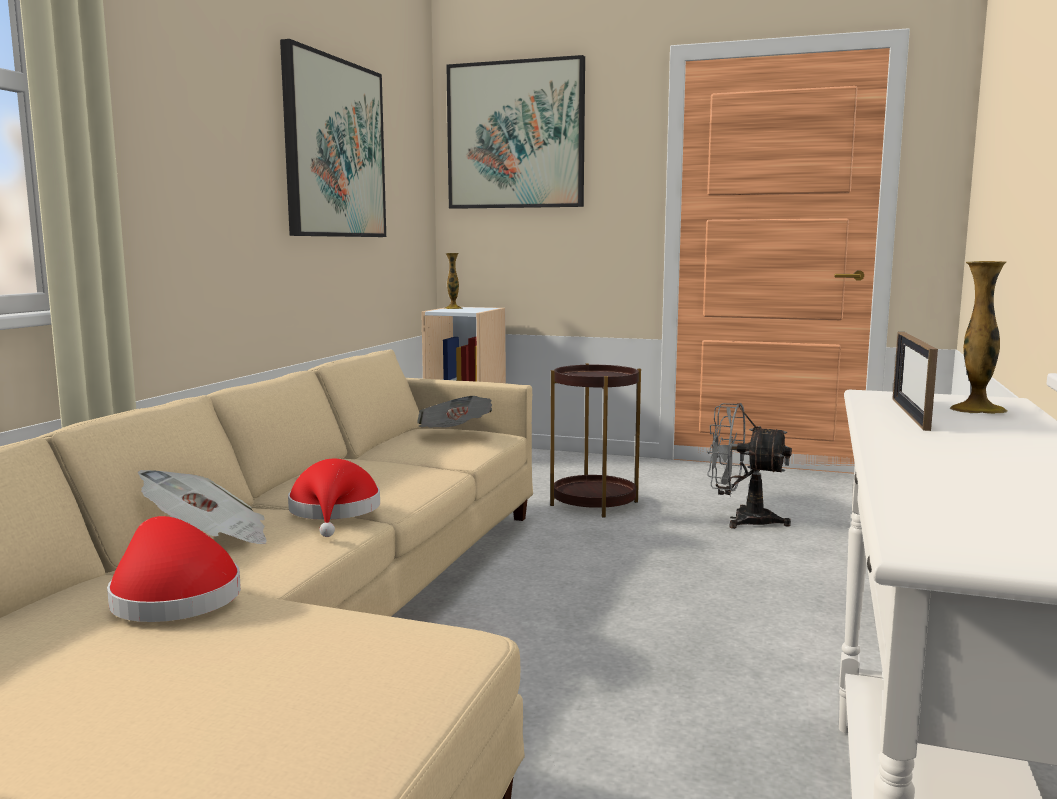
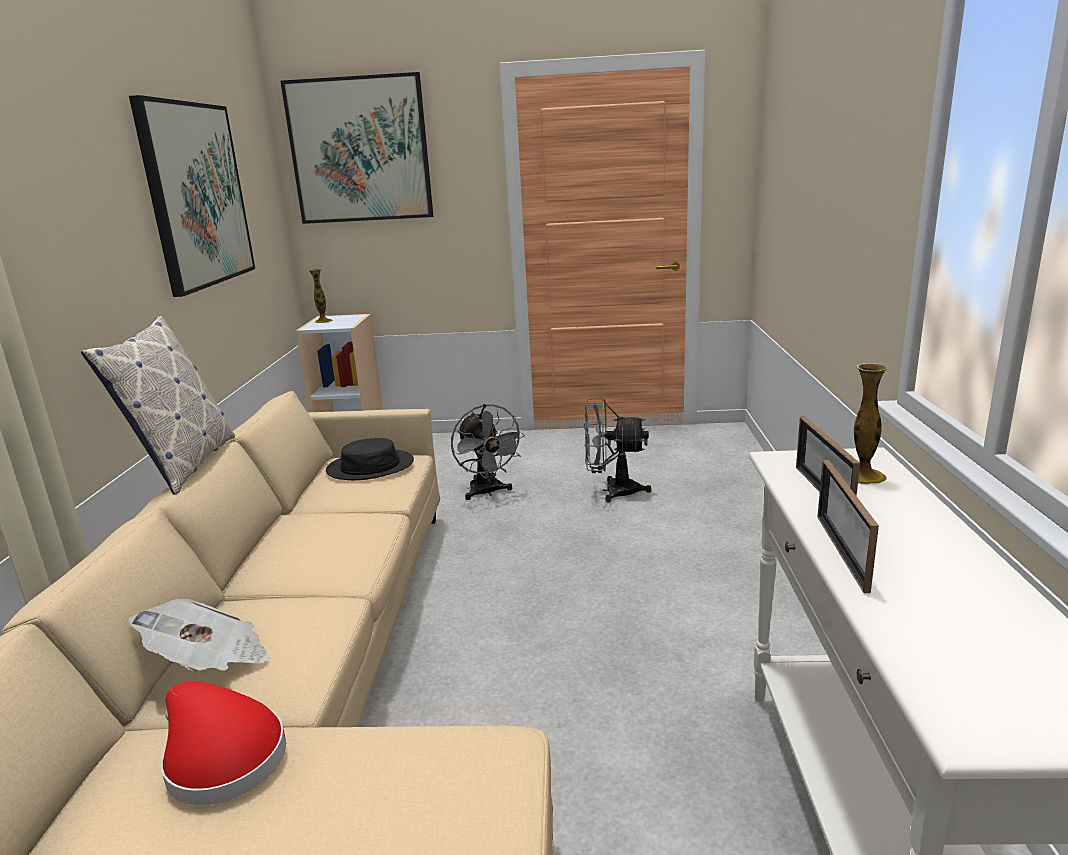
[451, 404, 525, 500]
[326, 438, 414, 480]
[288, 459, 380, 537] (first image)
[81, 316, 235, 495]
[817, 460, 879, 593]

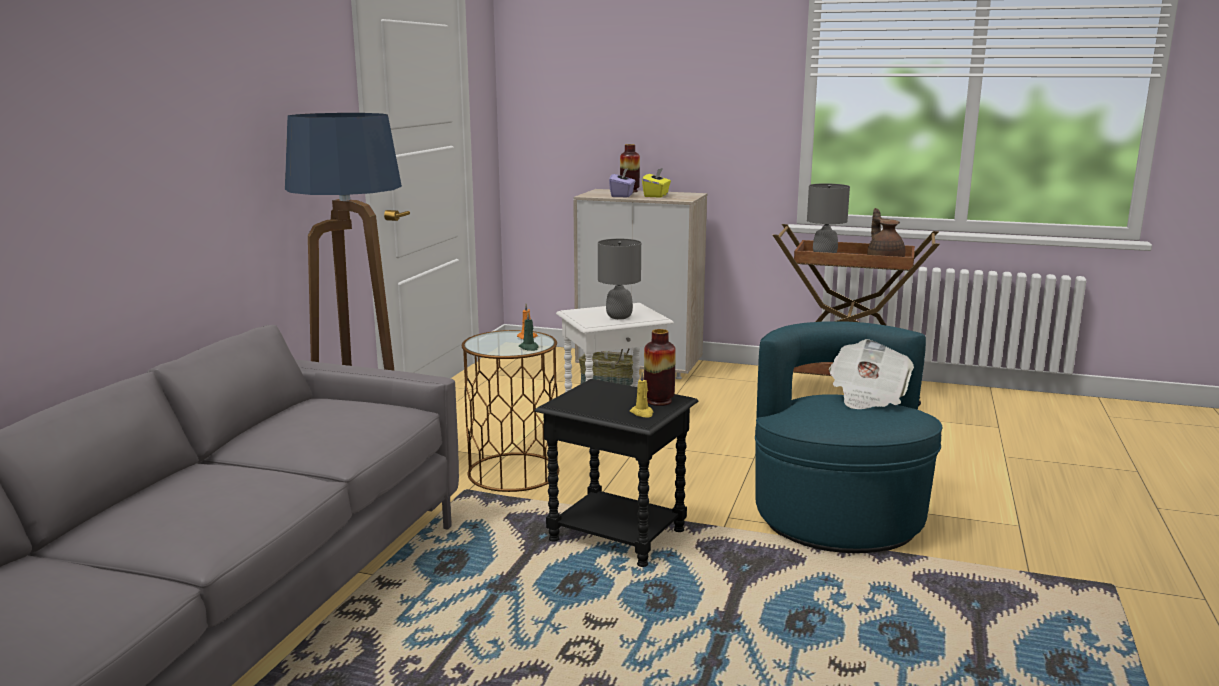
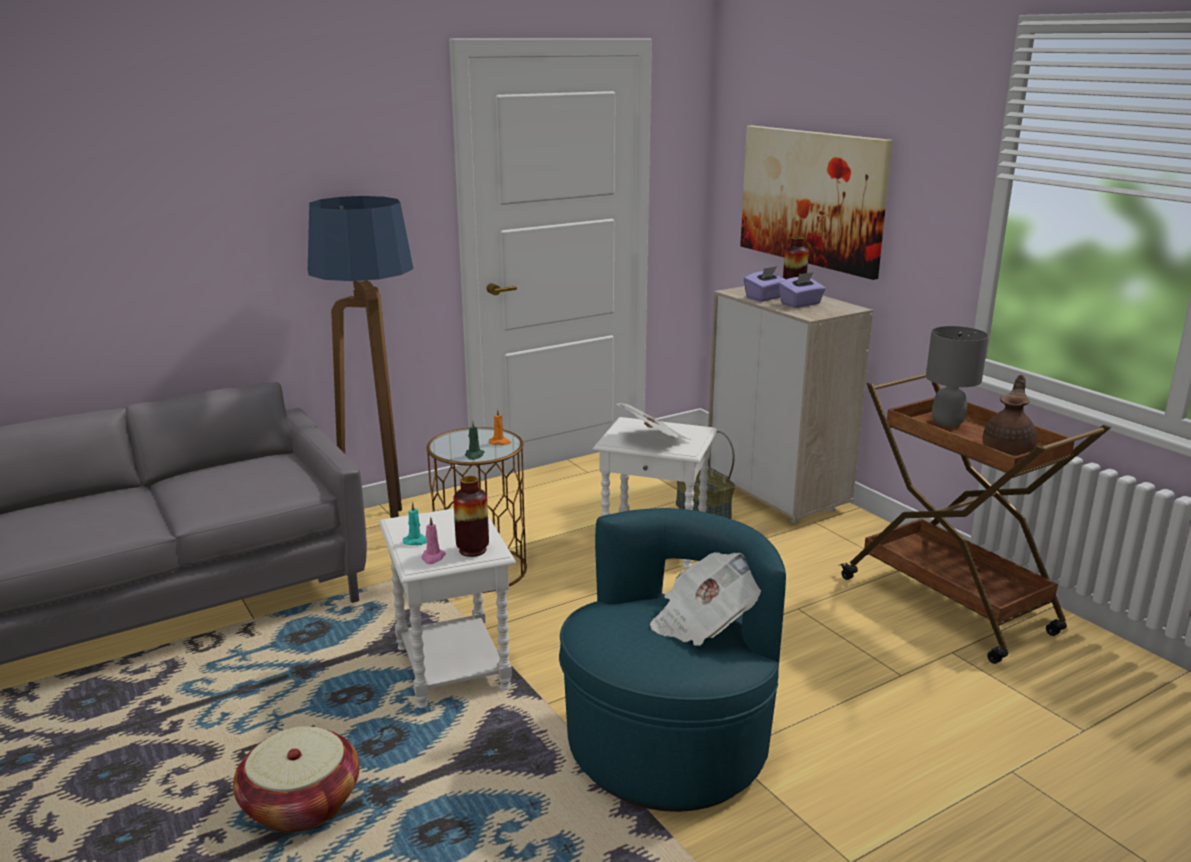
[778, 272, 826, 308]
[616, 403, 692, 440]
[422, 517, 446, 564]
[379, 508, 516, 708]
[740, 125, 893, 280]
[403, 502, 427, 545]
[233, 726, 360, 833]

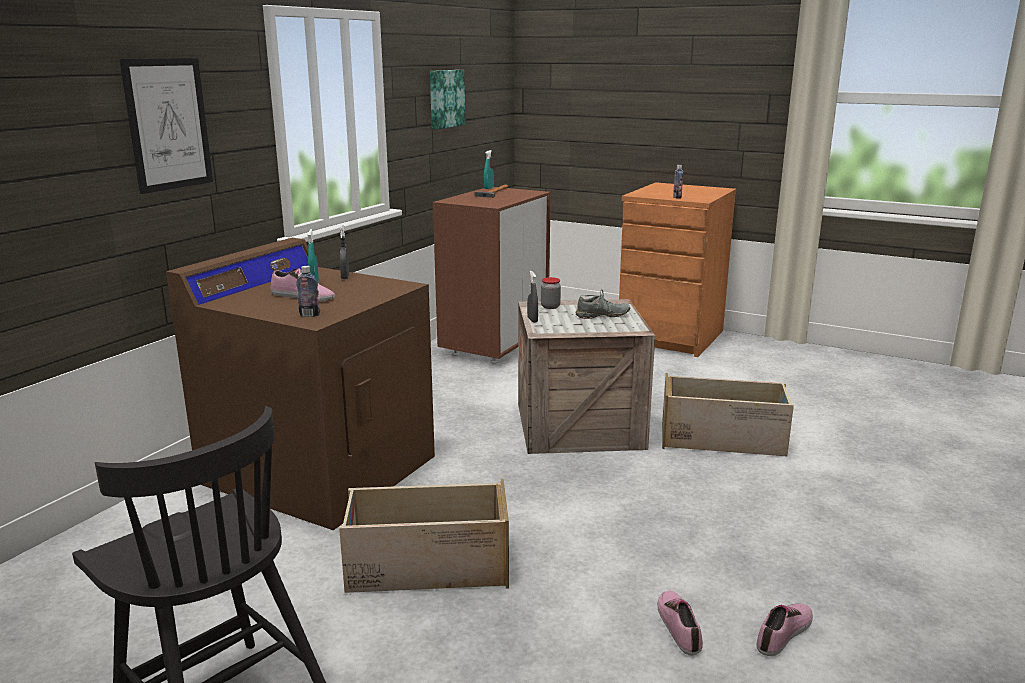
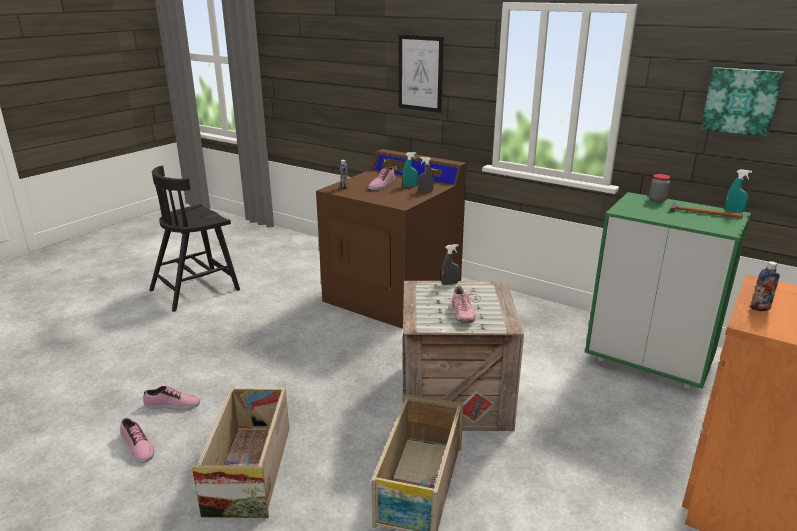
[585, 192, 751, 389]
[649, 174, 671, 202]
[443, 285, 481, 323]
[192, 387, 289, 518]

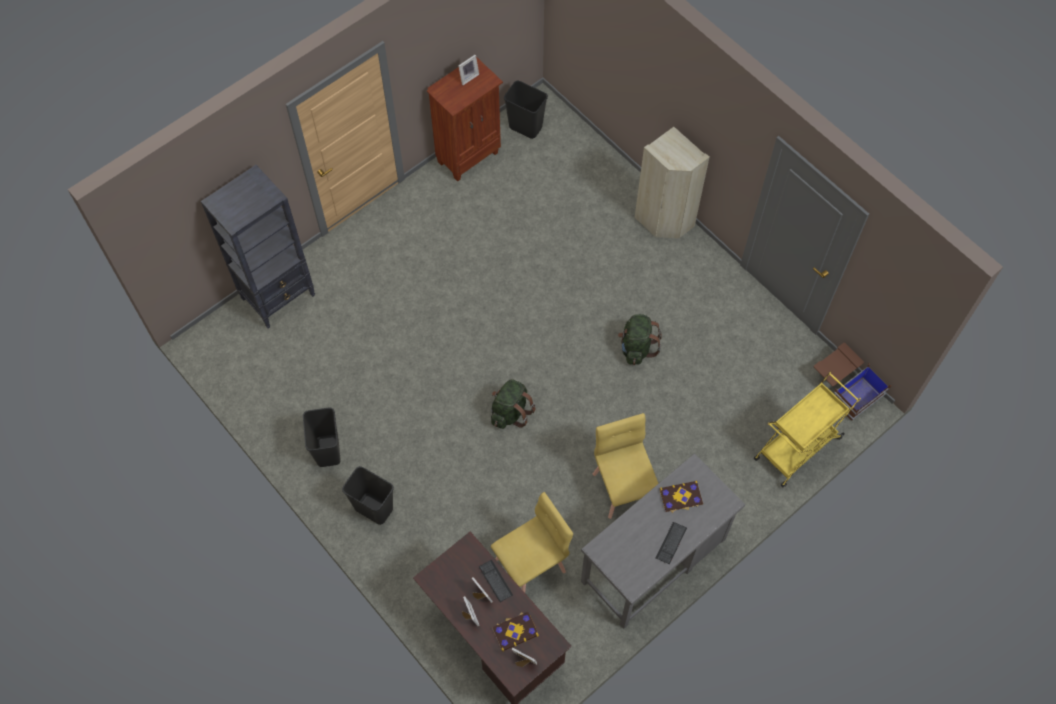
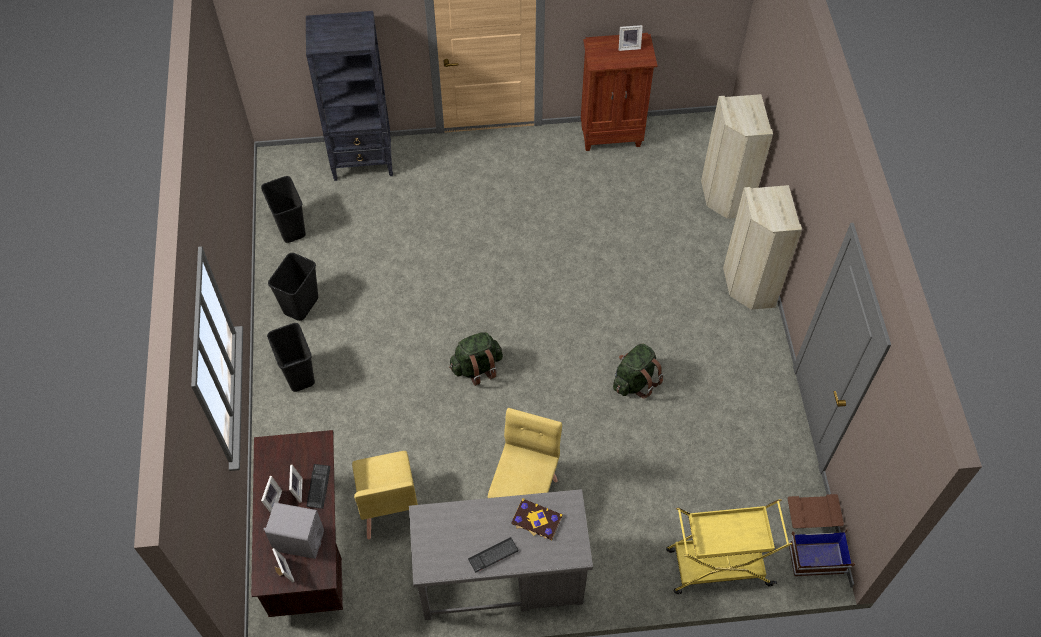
[261, 176, 306, 243]
[352, 451, 418, 540]
[263, 502, 324, 559]
[701, 94, 773, 219]

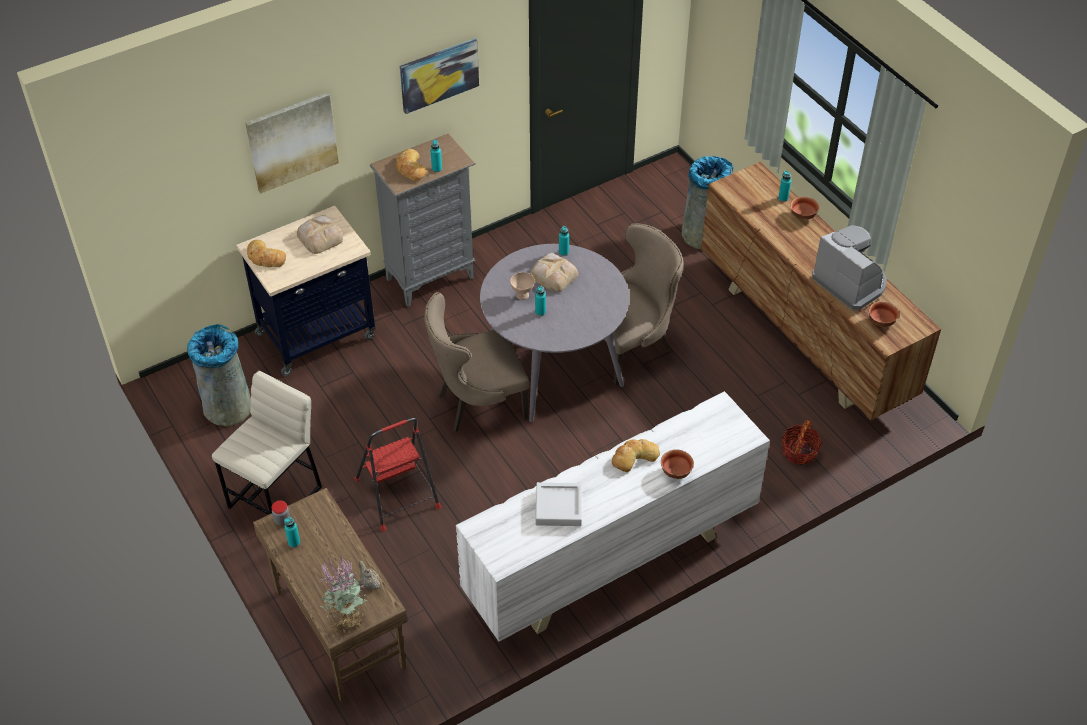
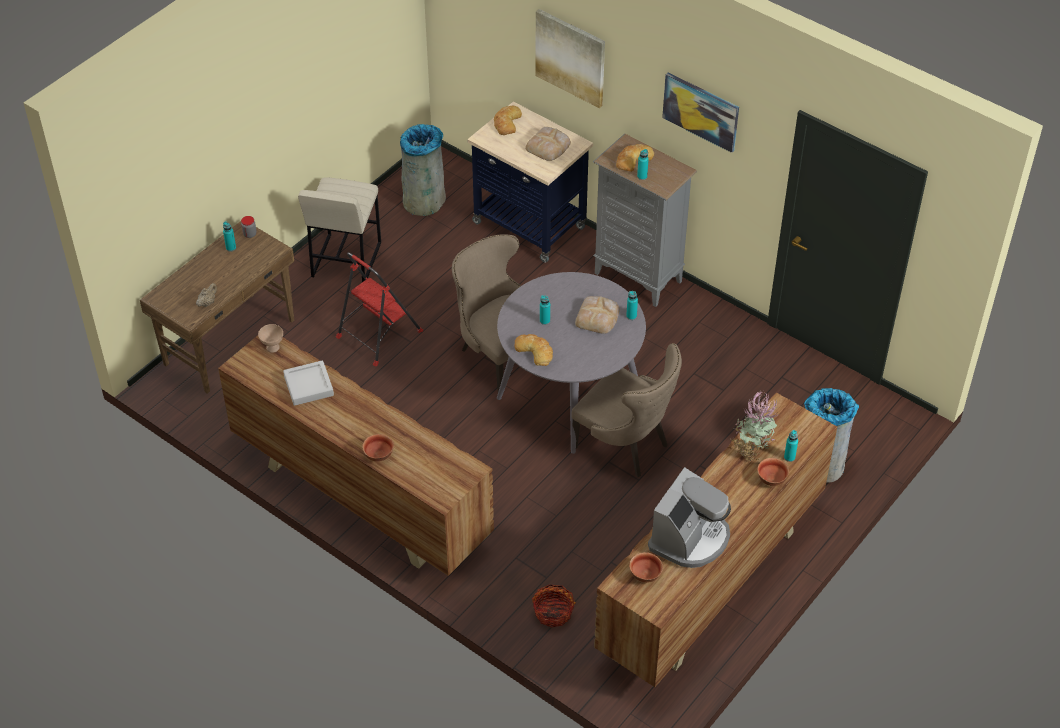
[258, 324, 283, 353]
[298, 177, 381, 282]
[218, 335, 494, 576]
[514, 334, 553, 366]
[732, 390, 779, 462]

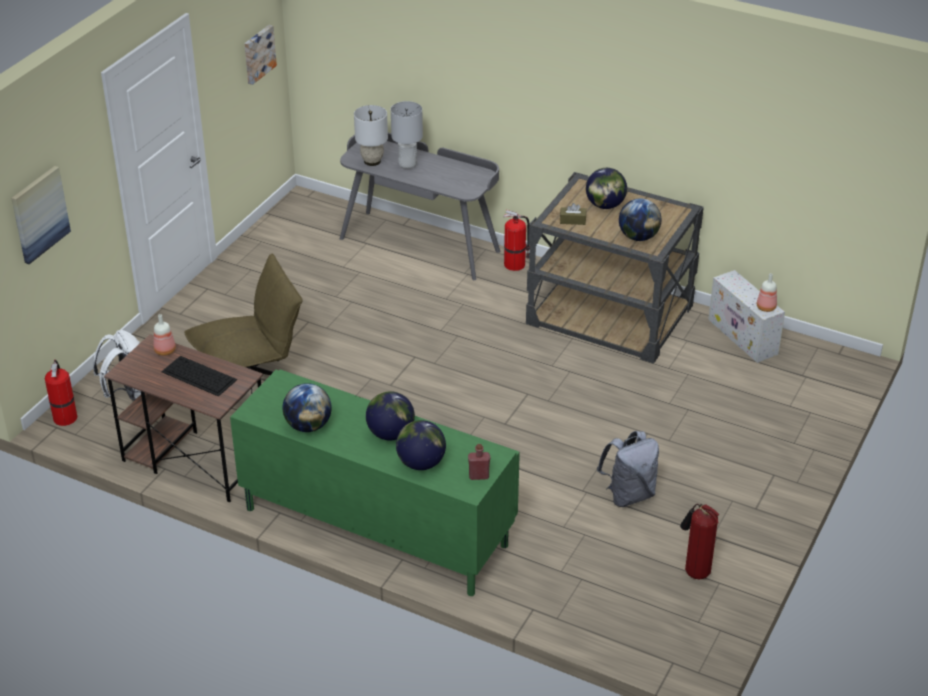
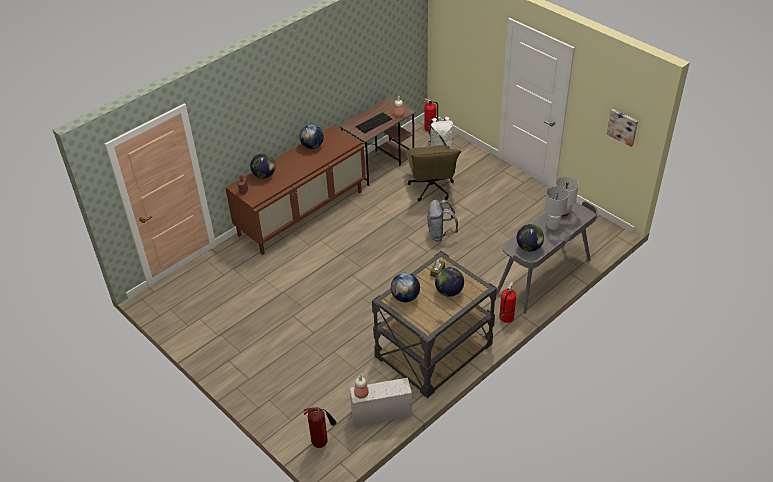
[11, 166, 71, 264] (first image)
[225, 125, 366, 255]
[517, 224, 544, 252]
[427, 200, 458, 242]
[304, 406, 336, 448]

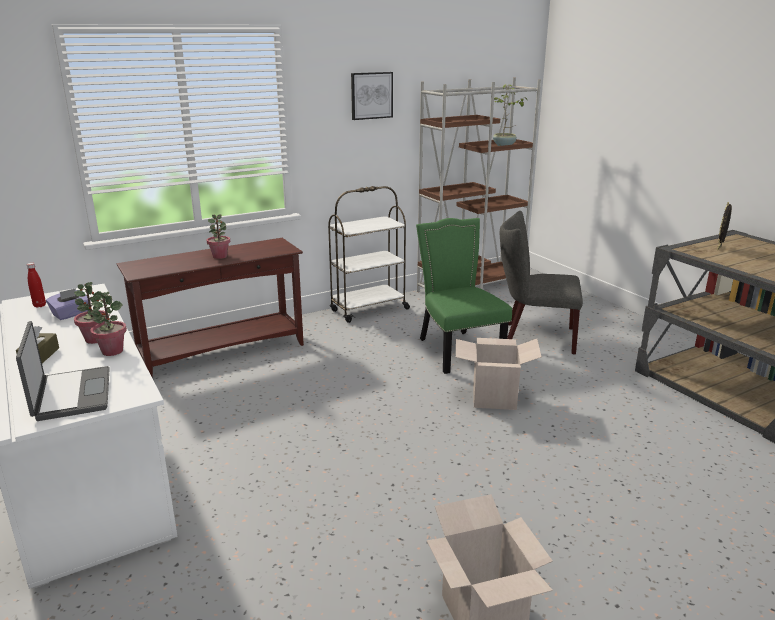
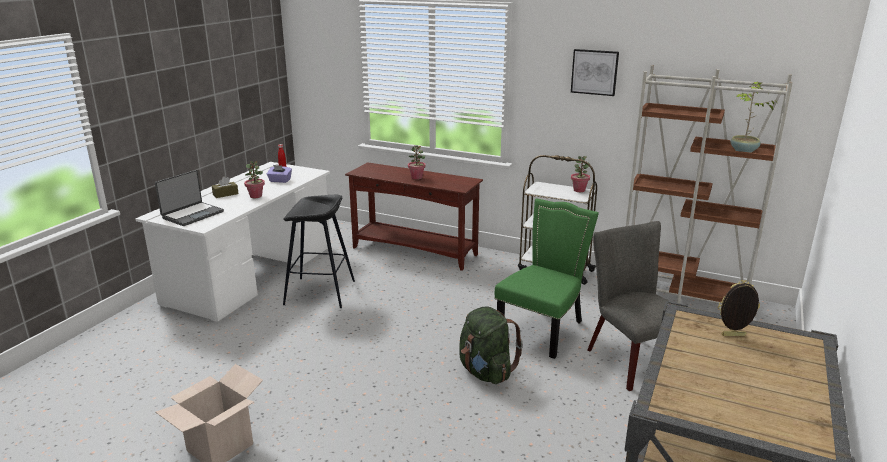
[571, 156, 590, 192]
[459, 307, 523, 384]
[283, 195, 355, 308]

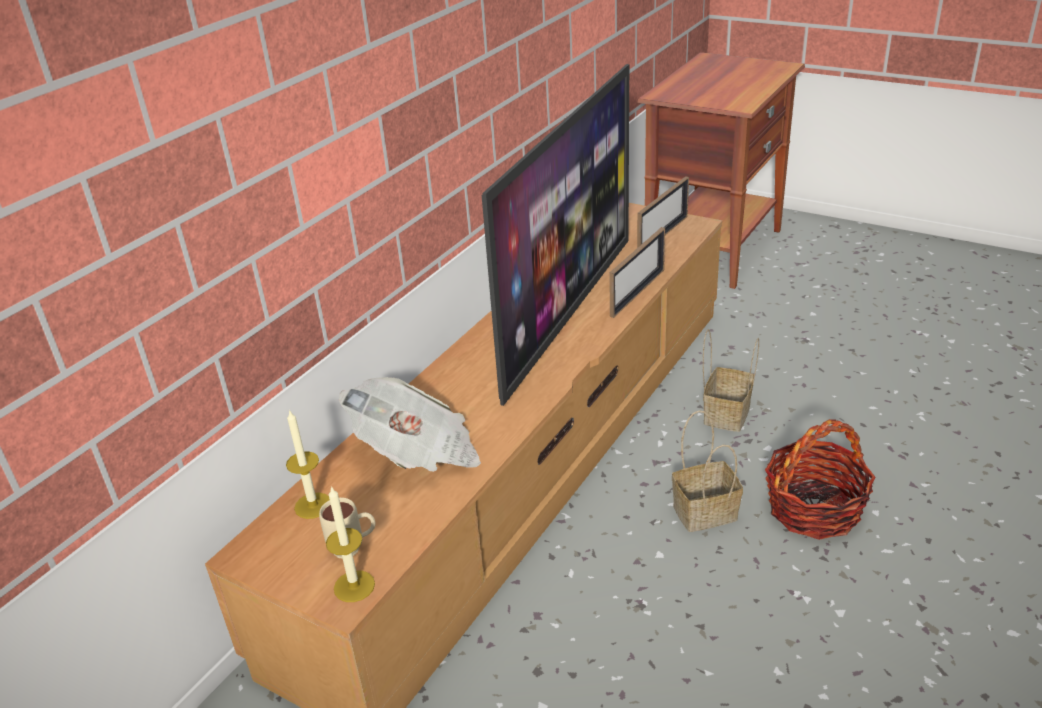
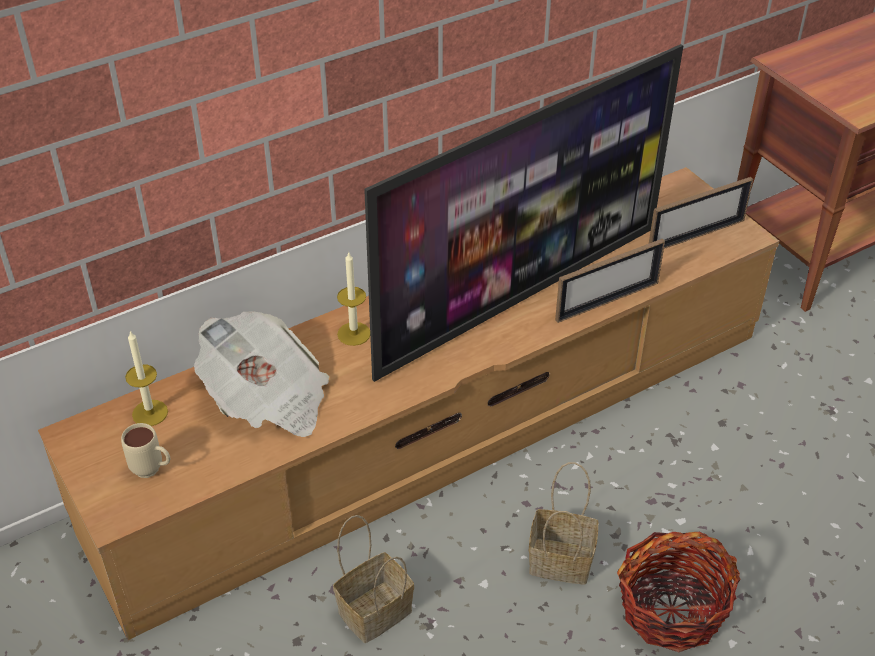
[333, 515, 414, 643]
[337, 251, 370, 346]

